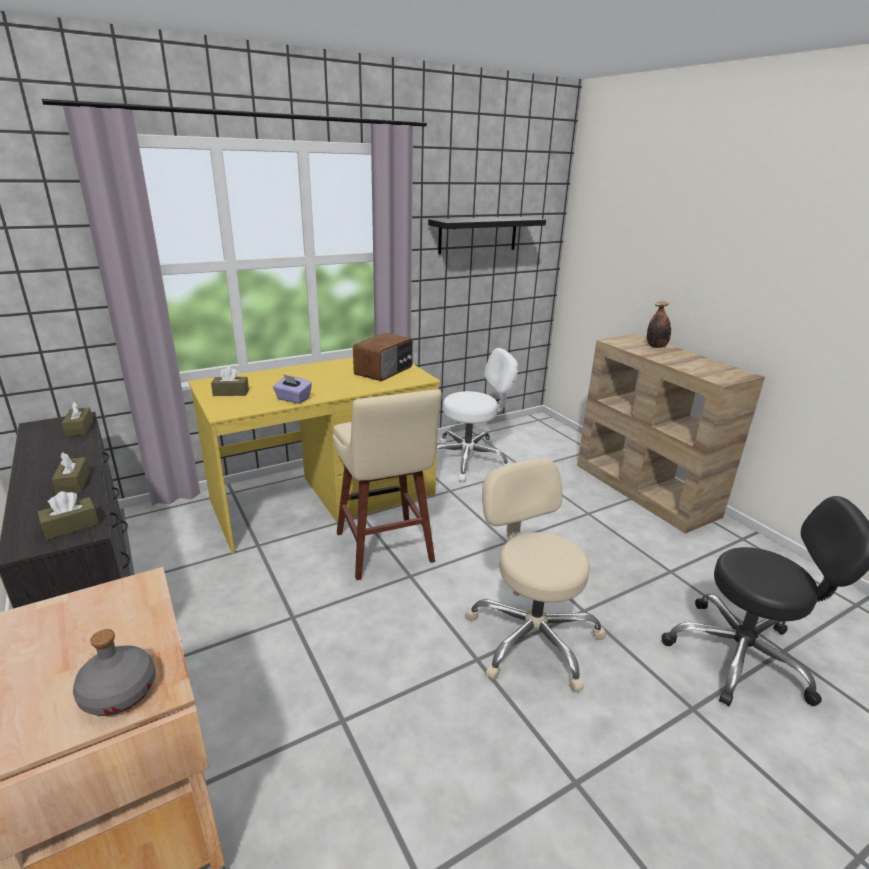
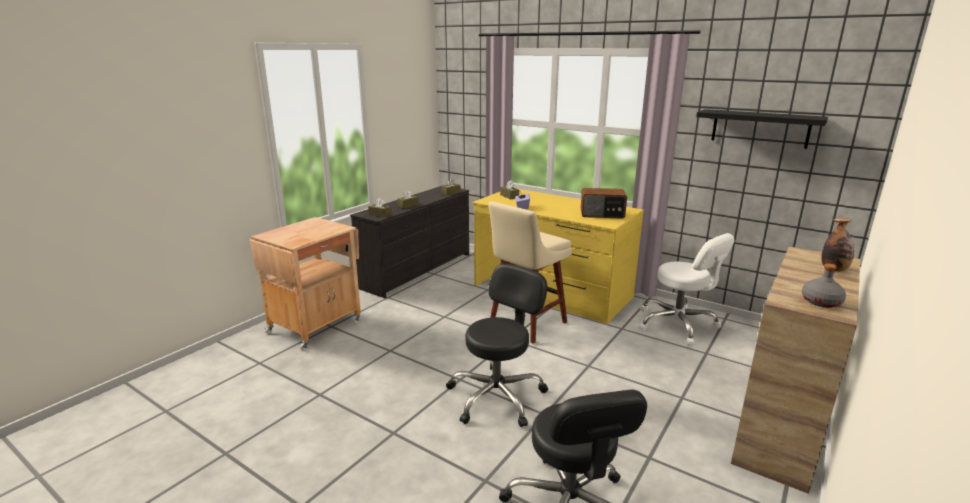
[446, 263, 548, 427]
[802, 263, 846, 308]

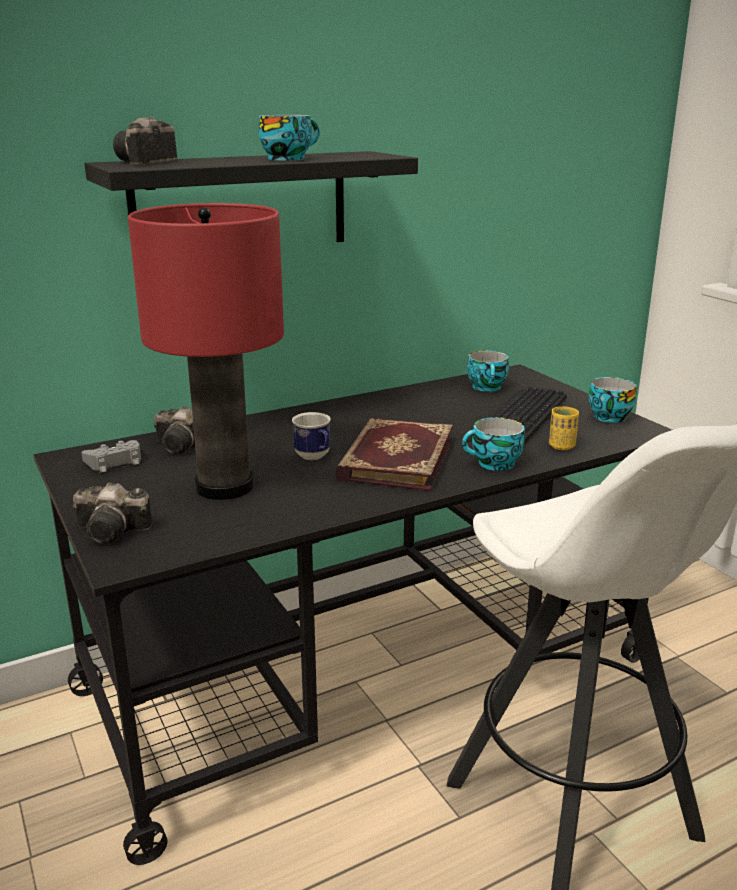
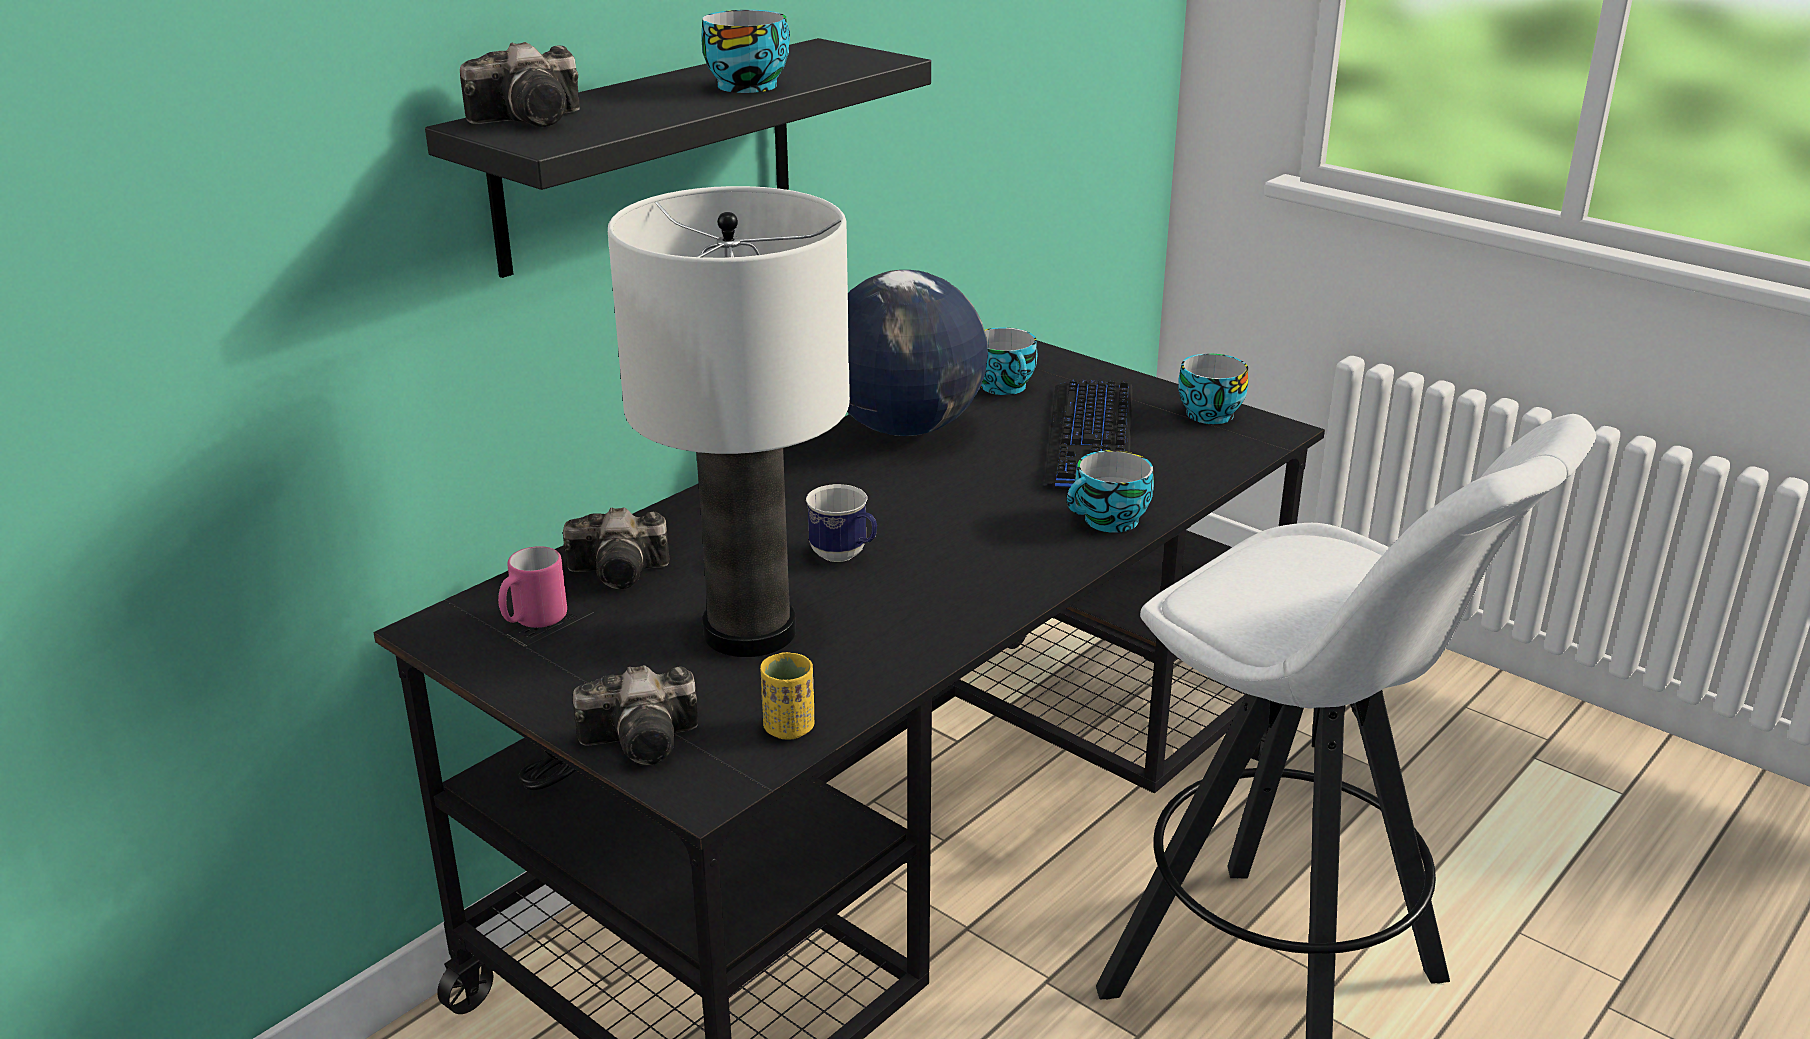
[460, 42, 580, 127]
[608, 186, 850, 657]
[760, 652, 814, 740]
[335, 418, 453, 491] (first image)
[498, 546, 567, 628]
[847, 270, 988, 436]

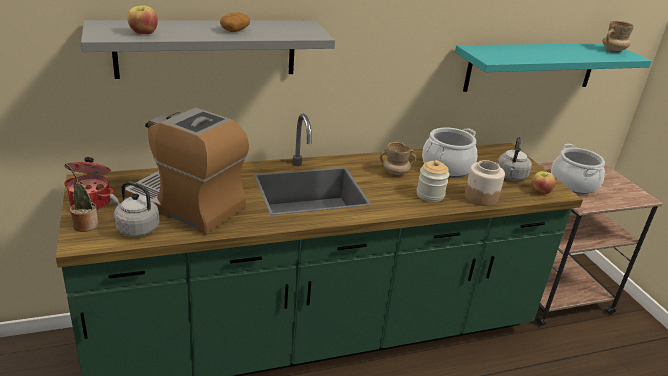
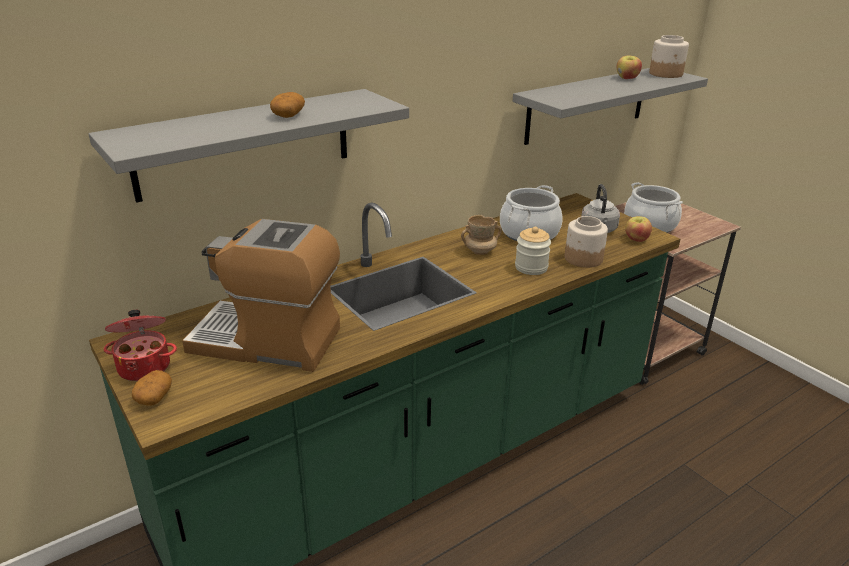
[617, 55, 642, 79]
[649, 35, 689, 78]
[513, 68, 708, 145]
[132, 370, 172, 406]
[110, 181, 160, 237] (first image)

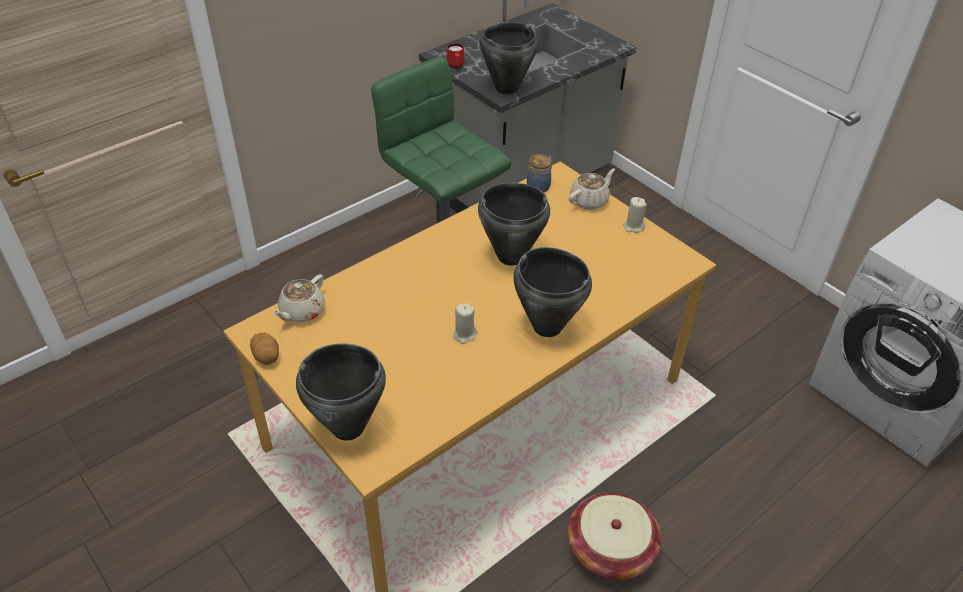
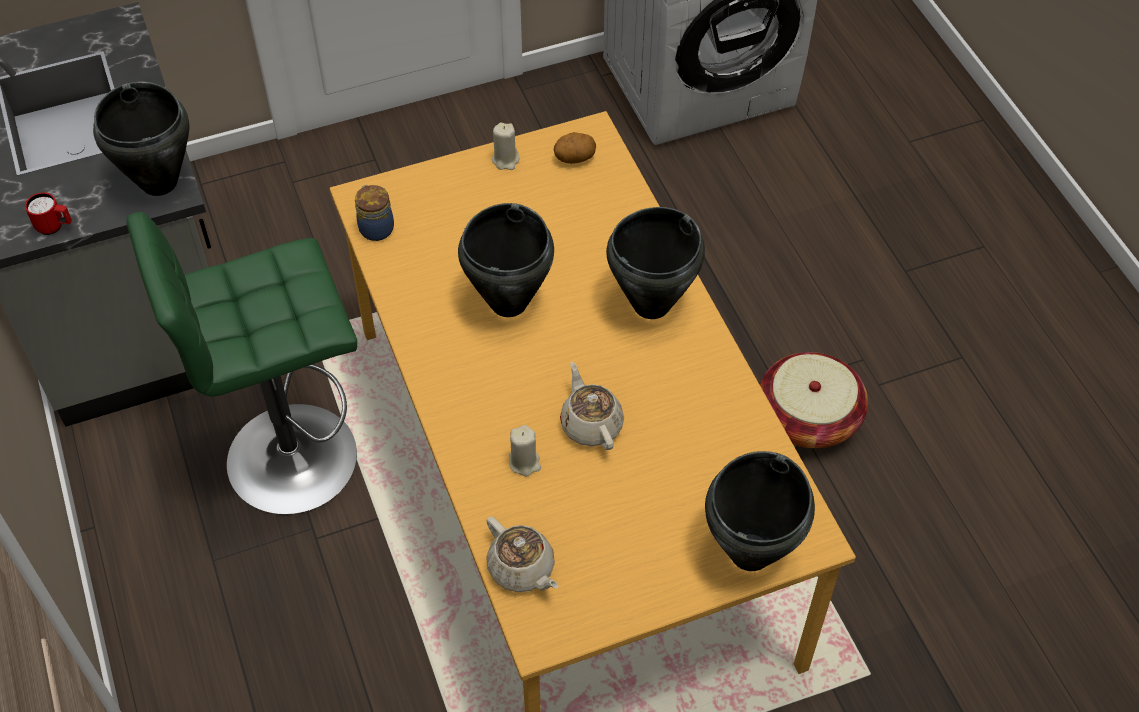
[560, 362, 624, 450]
[509, 425, 541, 477]
[554, 132, 596, 164]

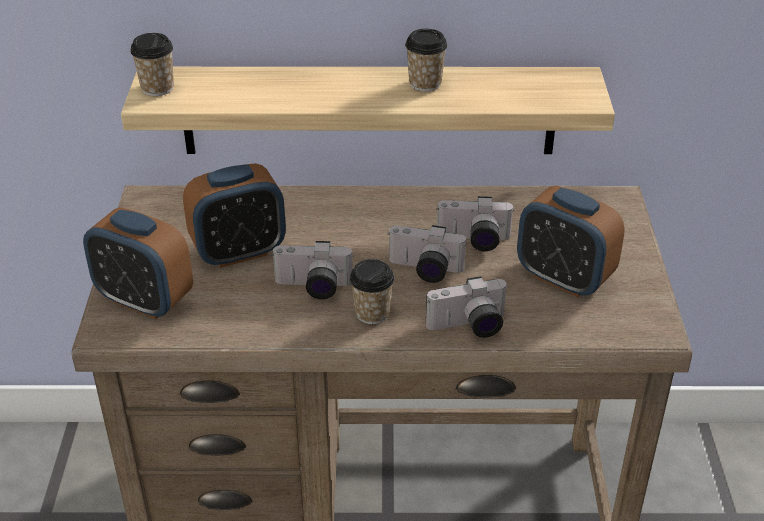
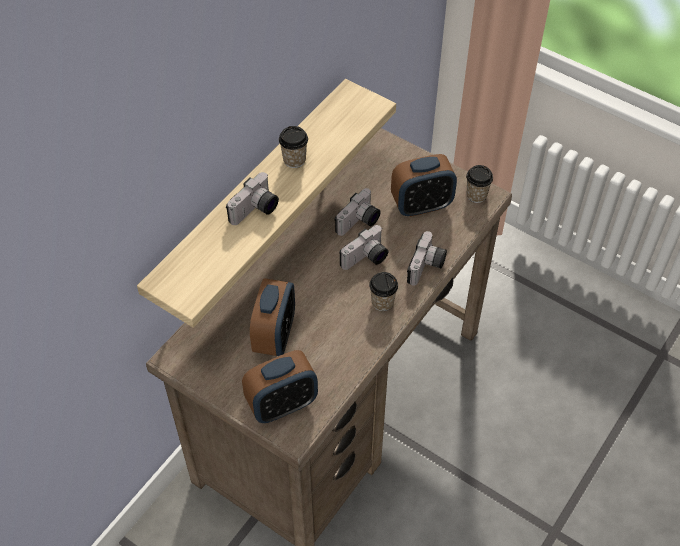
[466, 165, 493, 203]
[226, 172, 279, 225]

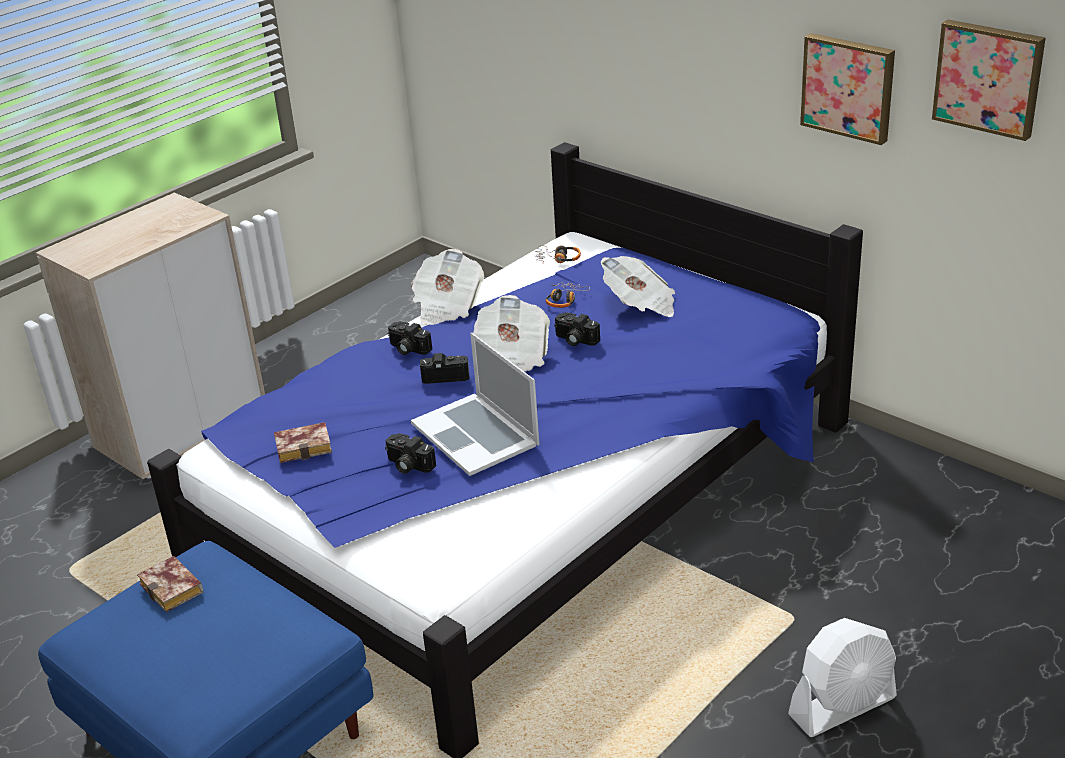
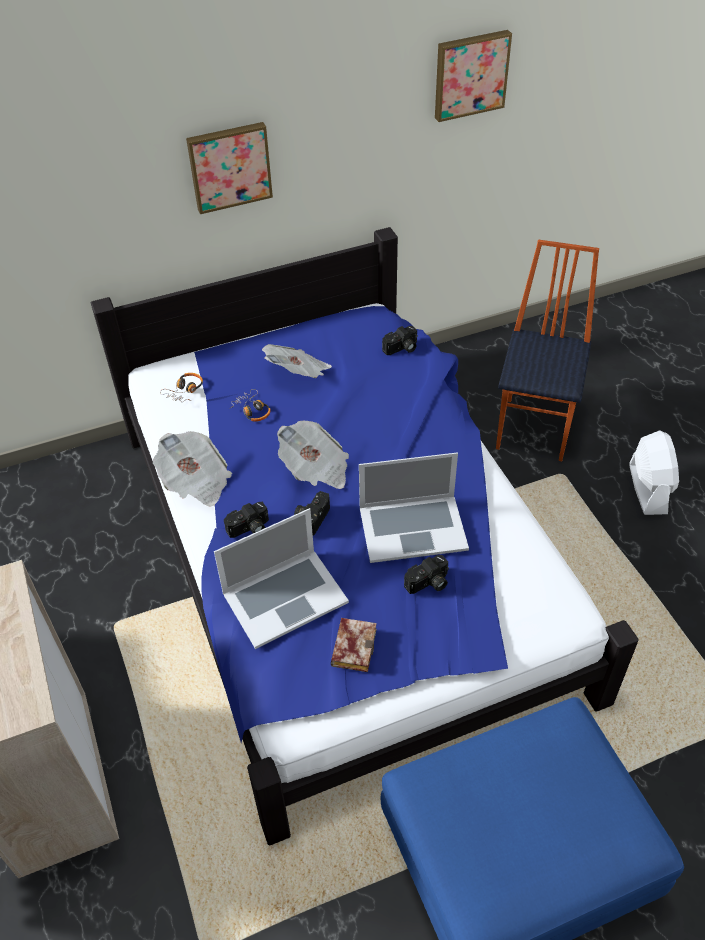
[186, 122, 273, 214]
[382, 326, 418, 355]
[137, 556, 204, 612] (first image)
[496, 240, 599, 461]
[214, 508, 349, 649]

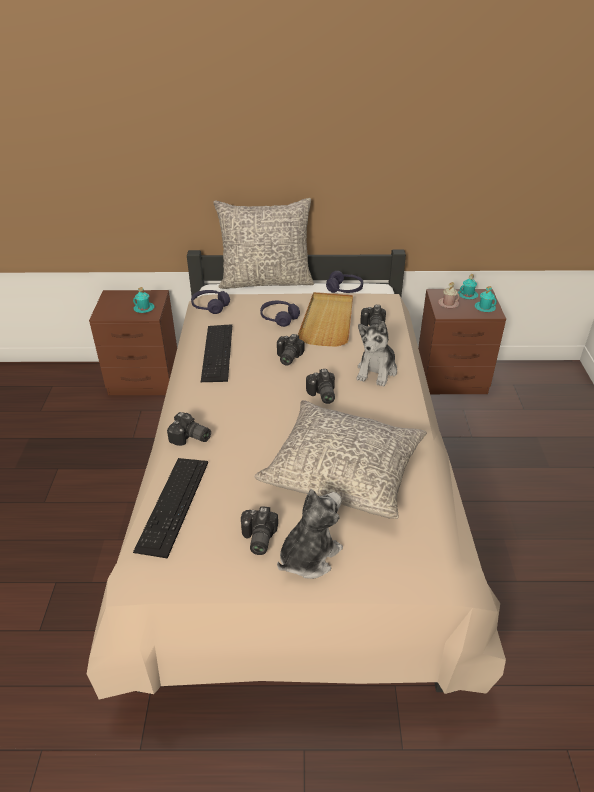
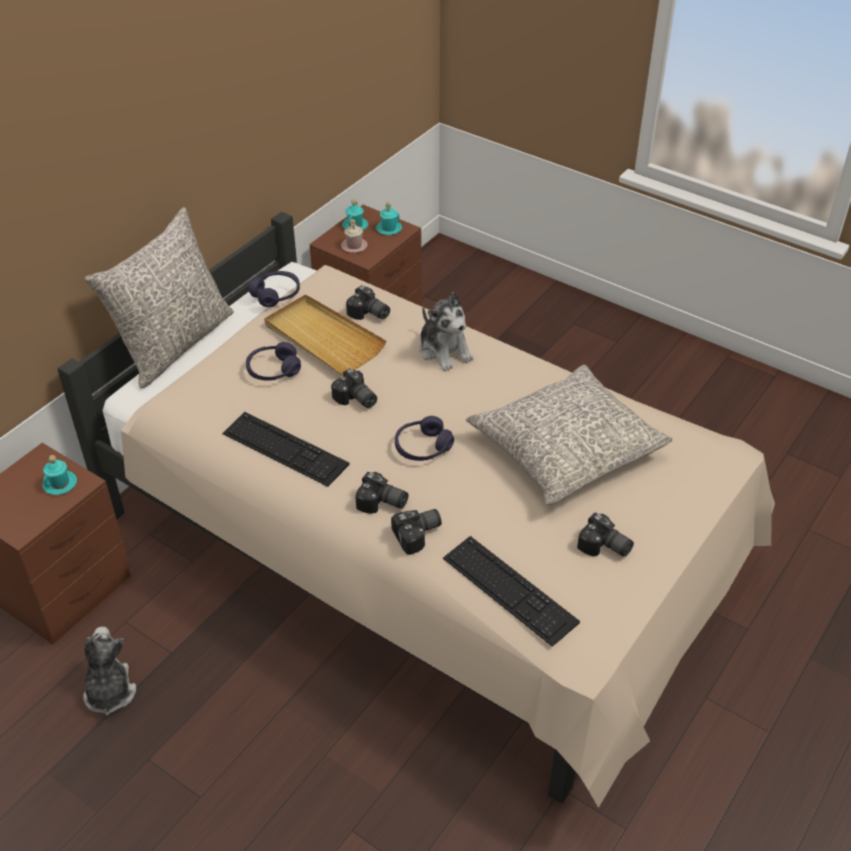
[395, 416, 454, 461]
[355, 472, 409, 514]
[83, 626, 136, 716]

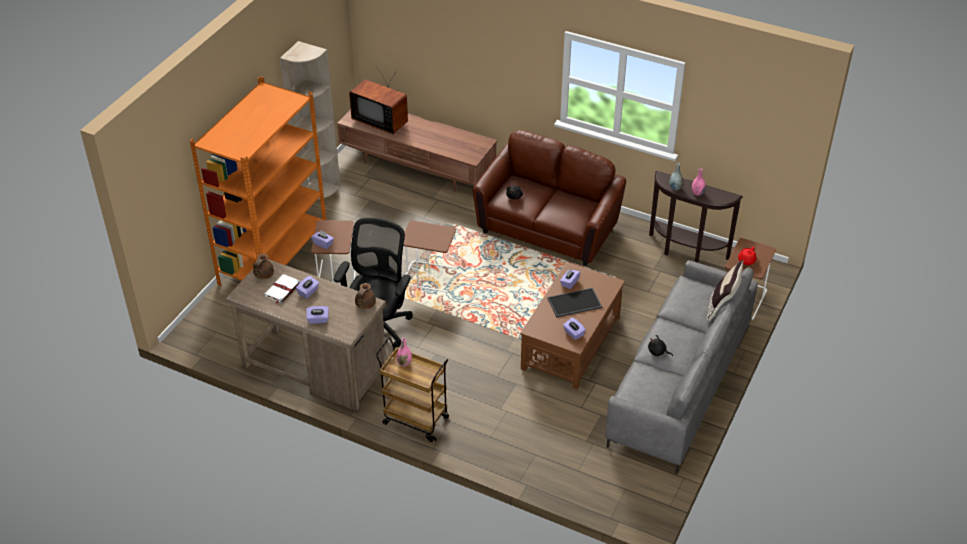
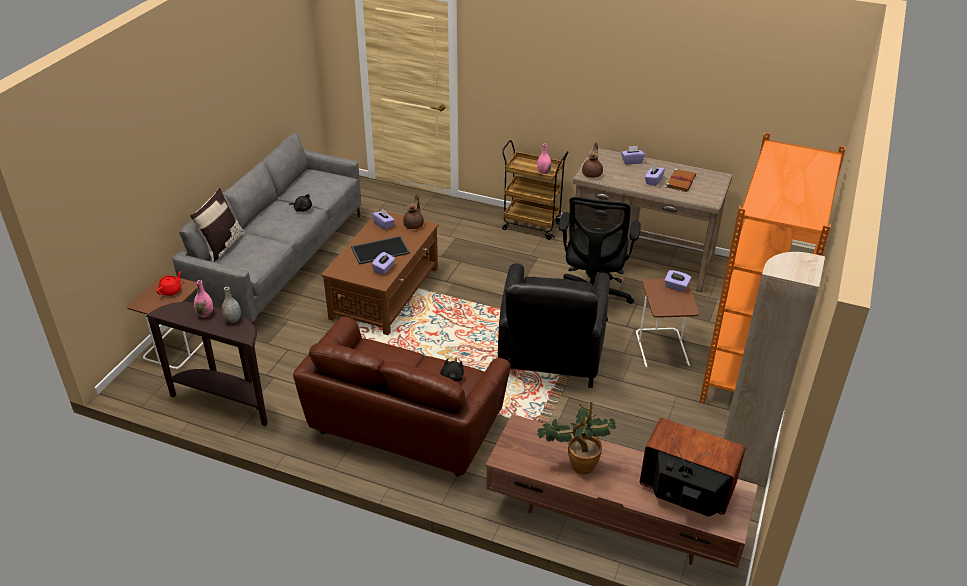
[498, 263, 610, 388]
[403, 194, 424, 229]
[666, 169, 696, 192]
[537, 401, 616, 474]

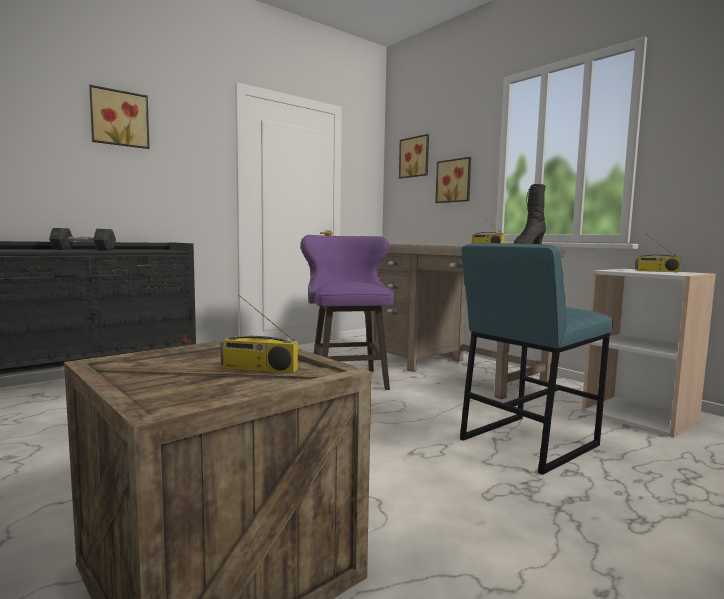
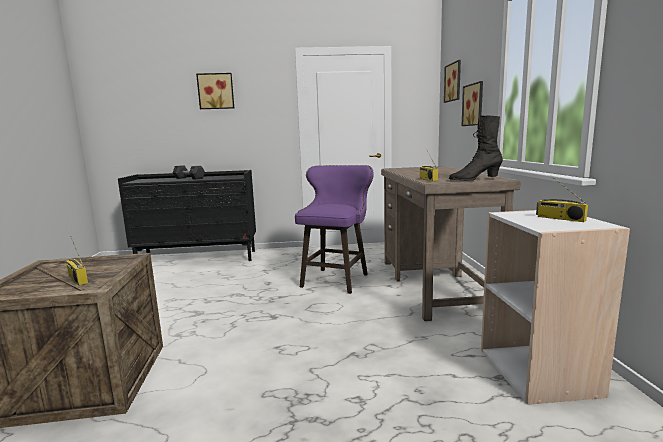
[460, 243, 613, 475] (first image)

